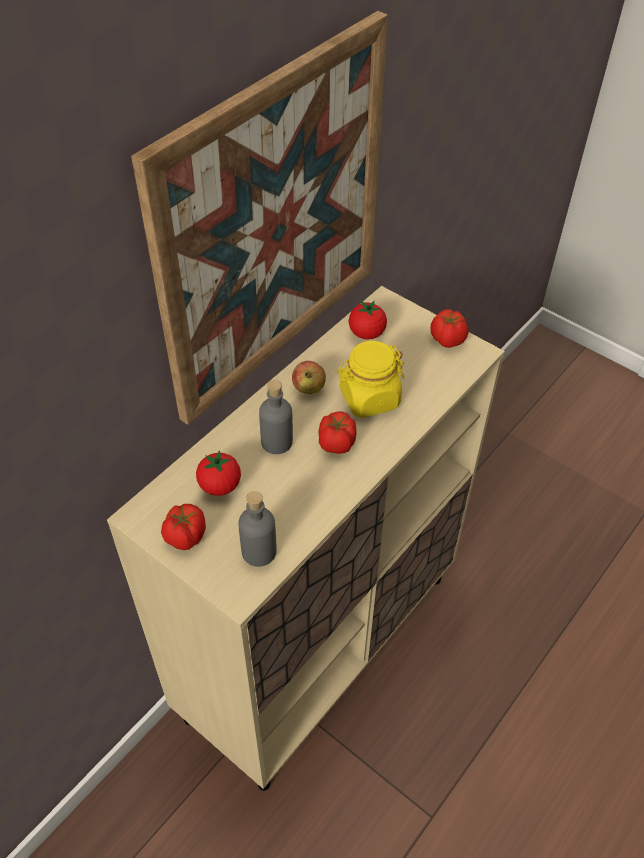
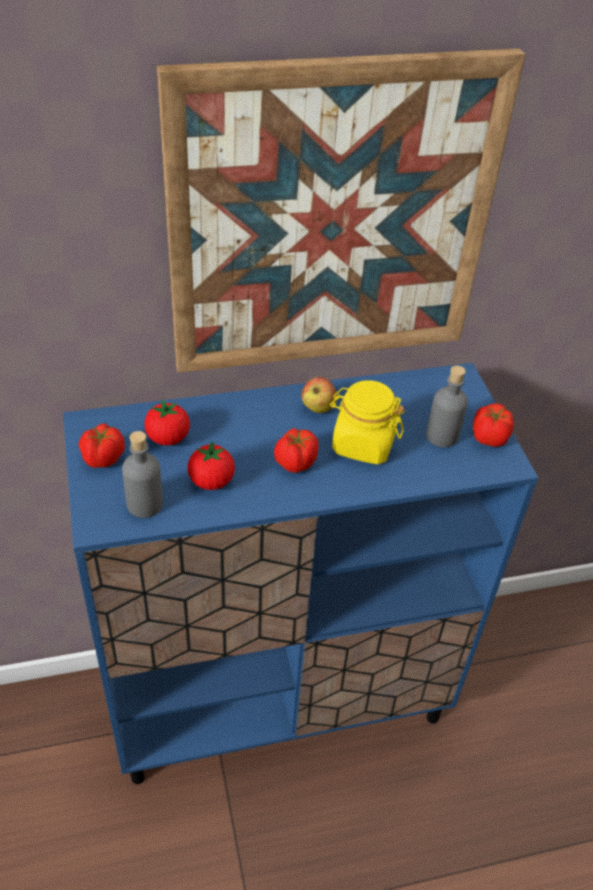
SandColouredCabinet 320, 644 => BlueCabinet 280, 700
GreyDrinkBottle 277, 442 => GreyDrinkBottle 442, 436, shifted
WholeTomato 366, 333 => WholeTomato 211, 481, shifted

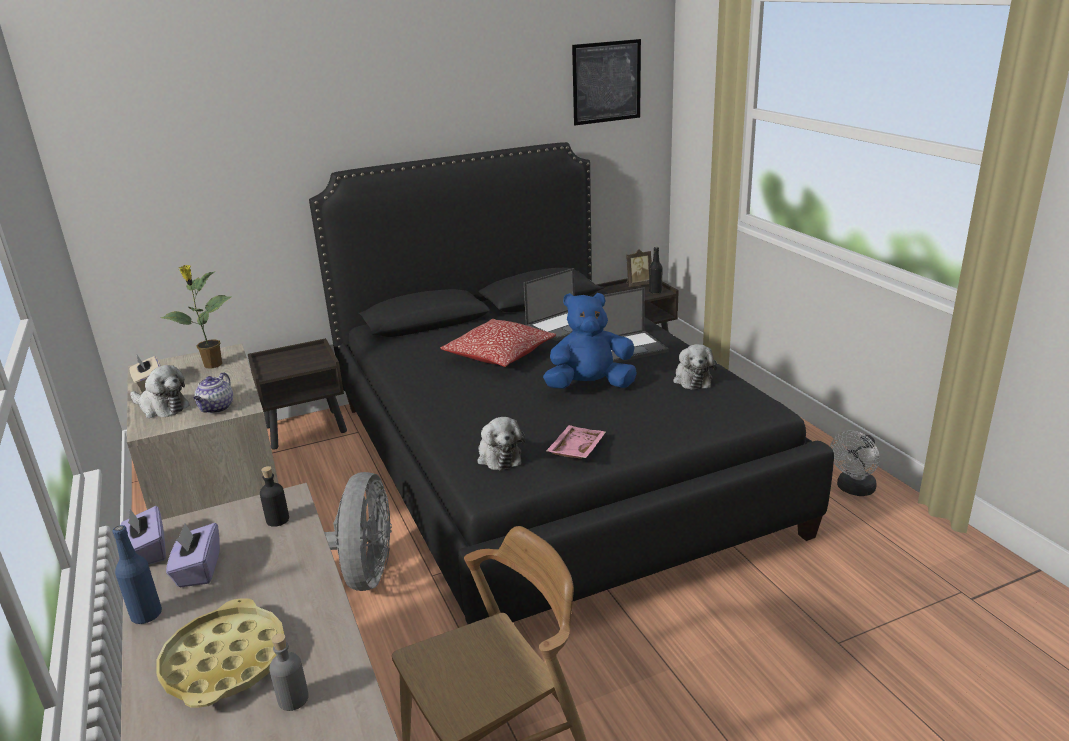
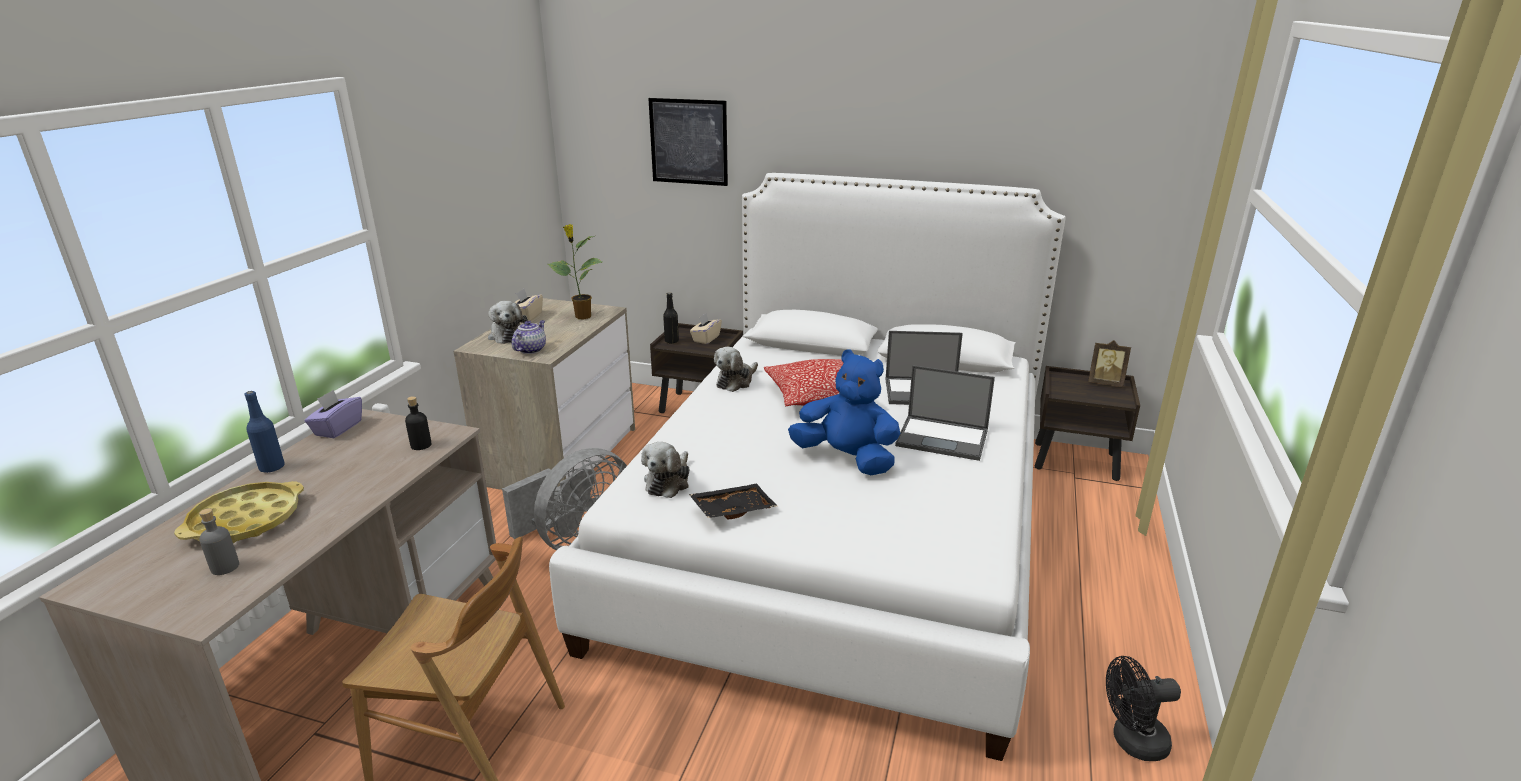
PurpleColouredBoxOfTissues 198, 570 => nothing
TeaPot 216, 408 => TeaPot 531, 349, 150 degrees clockwise
BlackishBedroomBed 546, 463 => WhiteColouredBedroomBed 838, 527
PinkCarryingTray 575, 450 => BlackishCarryingTray 732, 509
Picture 606, 82 => Picture 688, 142, shifted
BlackishDrinkBottle 655, 292 => BlackishDrinkBottle 671, 341, shifted
CuddlyToy 692, 379 => CuddlyToy 736, 381, shifted
WhiteColouredElectricFan 853, 489 => BlackishElectricFan 1131, 742
nothing => SandColouredBoxOfTissues 706, 339

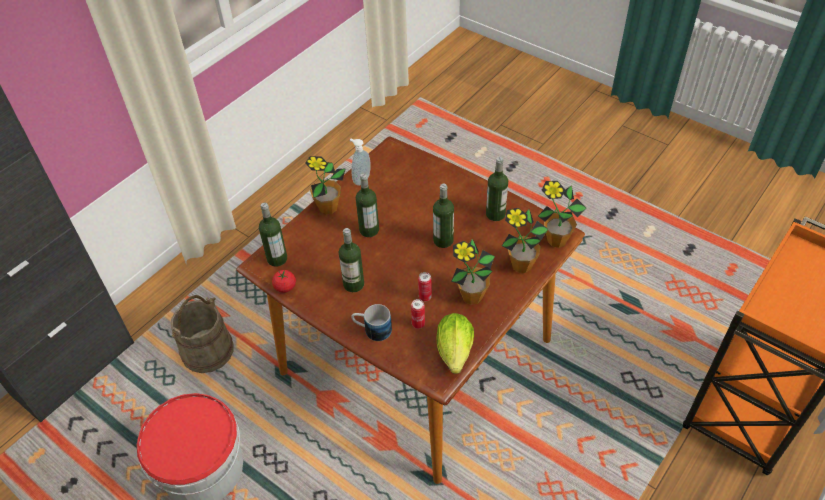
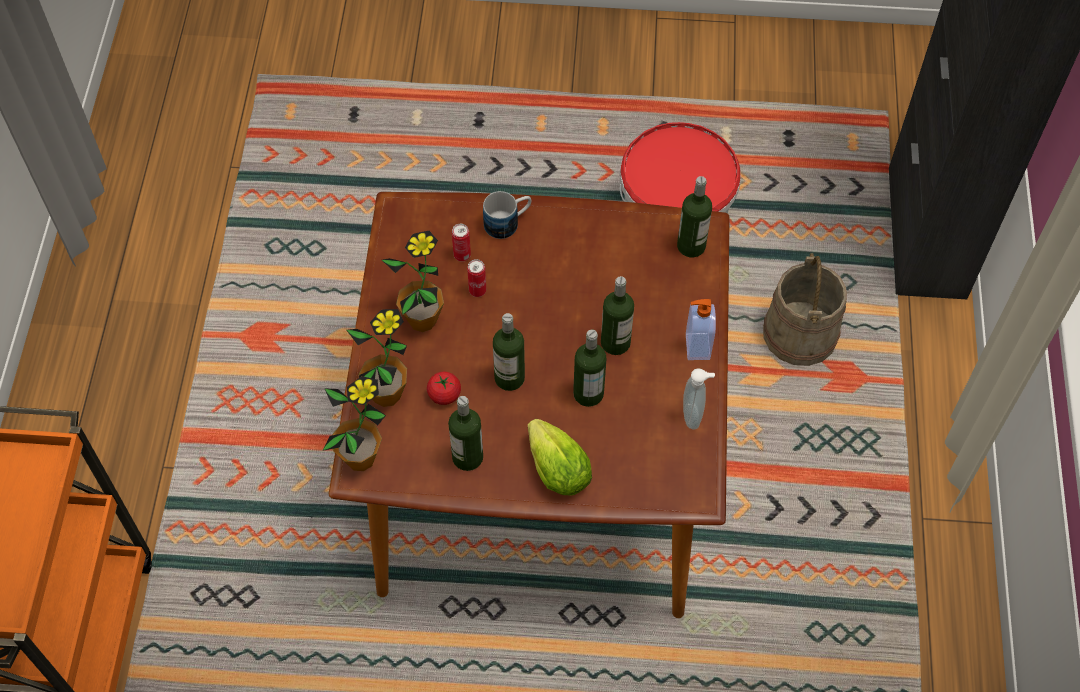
WholeTomato 285, 287 => WholeTomato 444, 395, shifted
PottedPlant 328, 208 => SoapDispenser 696, 346
DrinkBottle 353, 284 => DrinkBottle 588, 393, shifted
Lettuce 455, 355 => Lettuce 555, 466, shifted

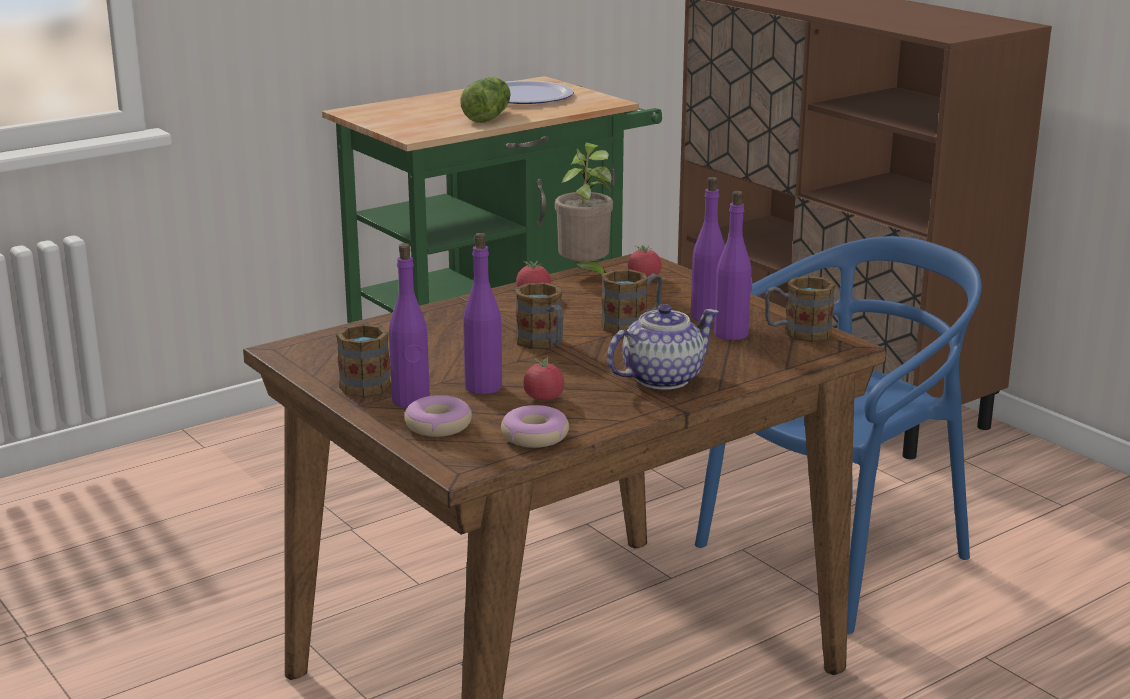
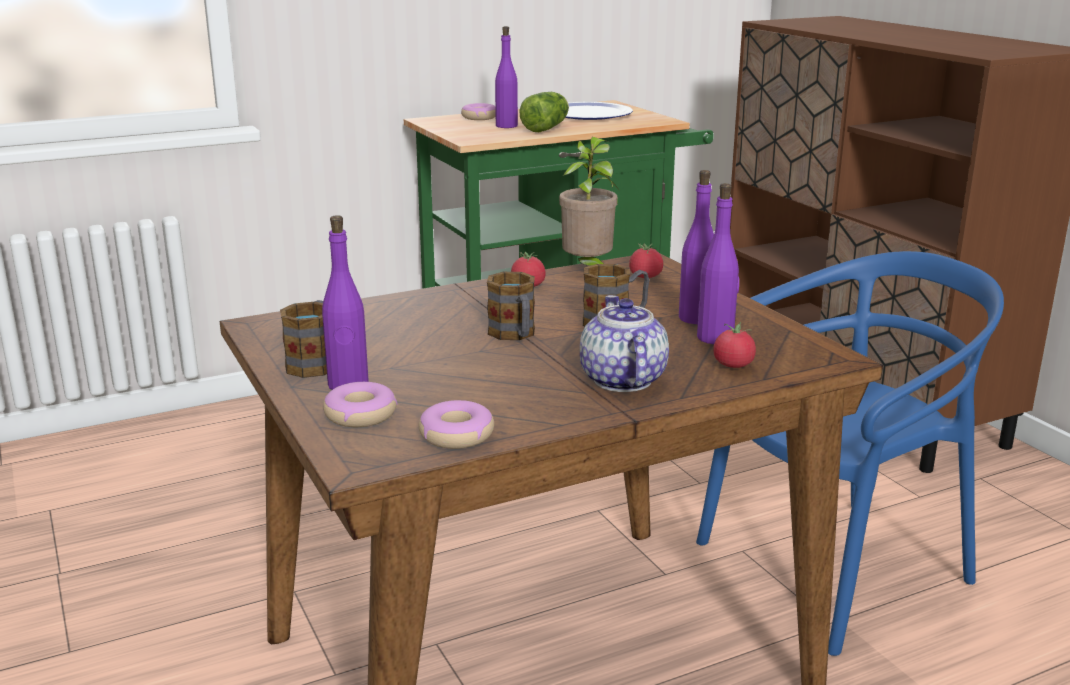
PurpleColouredDrinkBottle 483, 387 => PurpleColouredDrinkBottle 506, 126, shifted
WholeTomato 543, 398 => WholeTomato 733, 365, shifted
TeaPot 661, 379 => TeaPot 622, 380, 75 degrees counterclockwise
Mug 797, 333 => nothing
nothing => RingDoughnut 479, 117

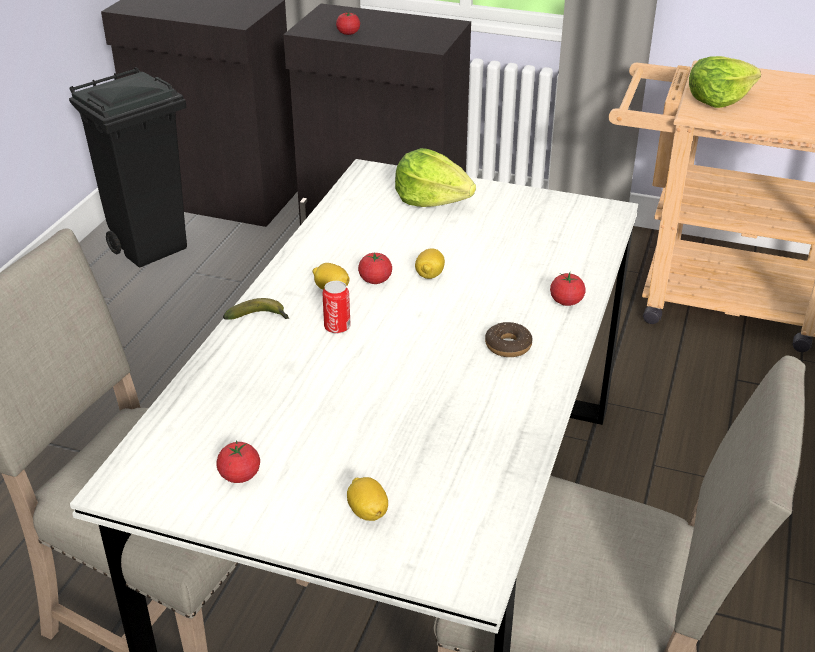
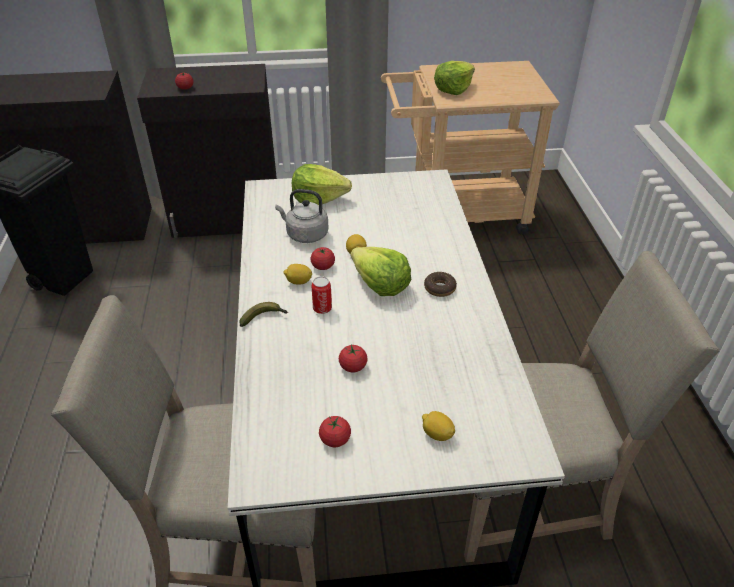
WholeTomato 566, 301 => WholeTomato 353, 366, shifted
nothing => GreyKettle 305, 234
nothing => Lettuce 380, 285

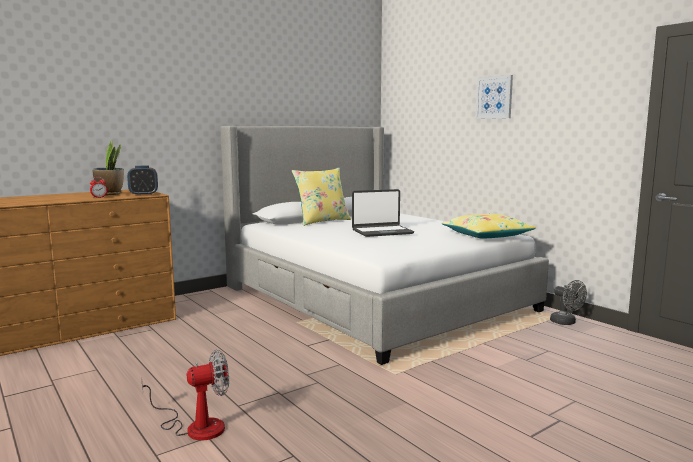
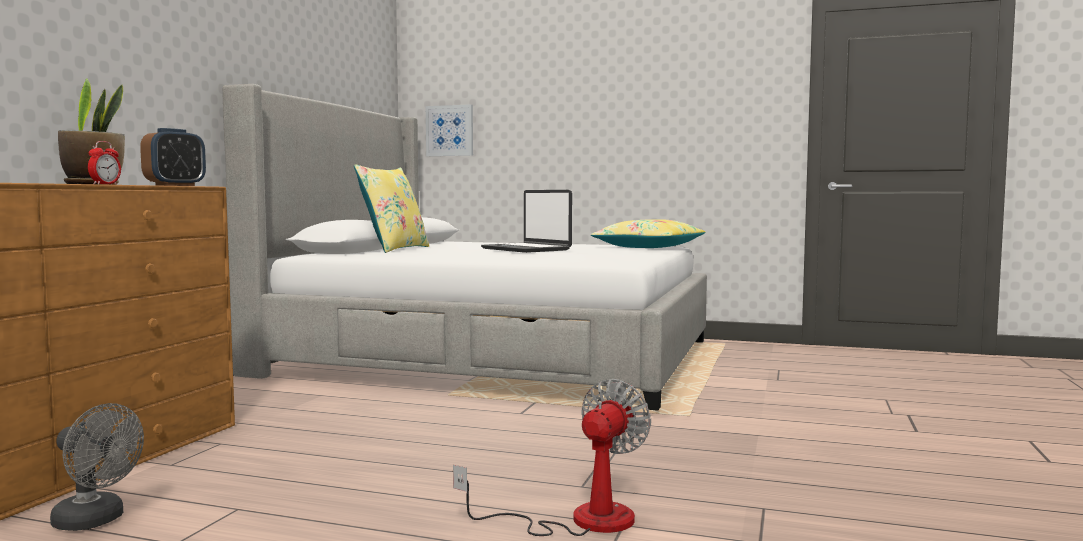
Laptop 382, 232 => Laptop 526, 249, 105 degrees clockwise
Picture 494, 97 => Picture 450, 130, shifted
GreyElectricFan 566, 322 => GreyElectricFan 96, 521, shifted

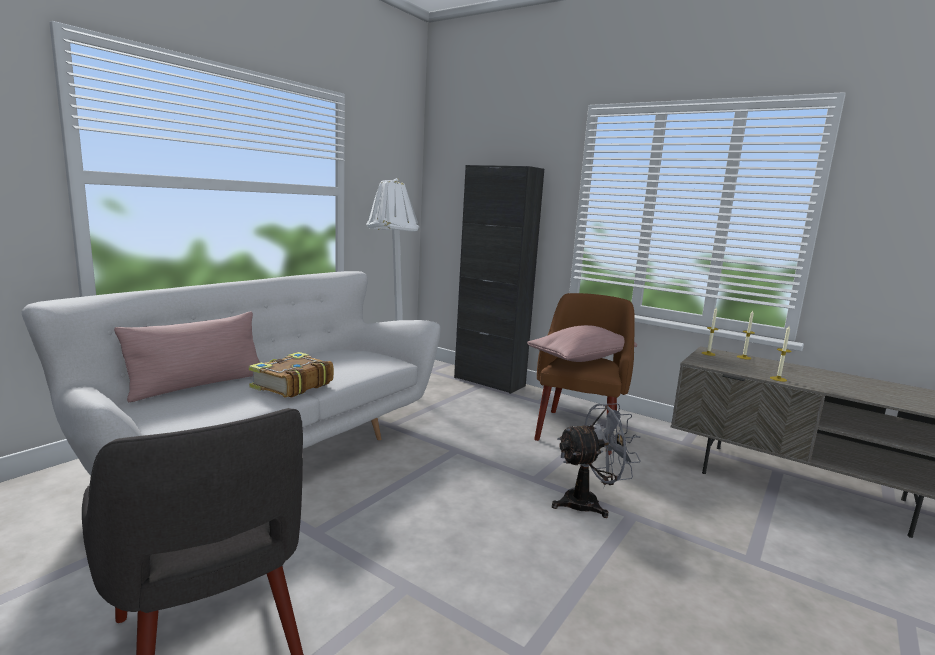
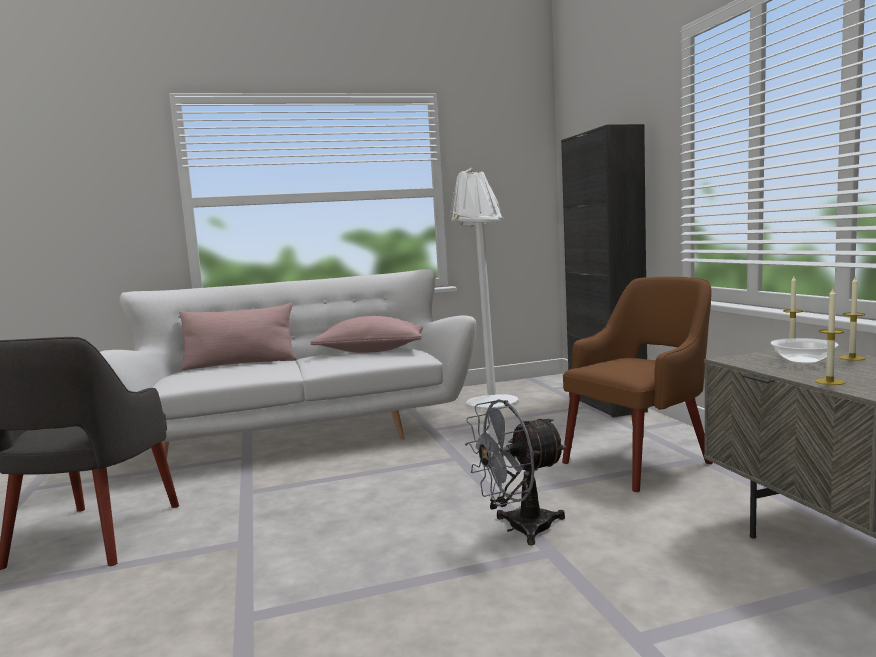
Book 291, 385 => nothing
PinkCushion 581, 359 => PinkCushion 371, 351, shifted
GreyElectricFan 589, 503 => GreyElectricFan 519, 529, 135 degrees clockwise
nothing => ServingBowl 803, 361

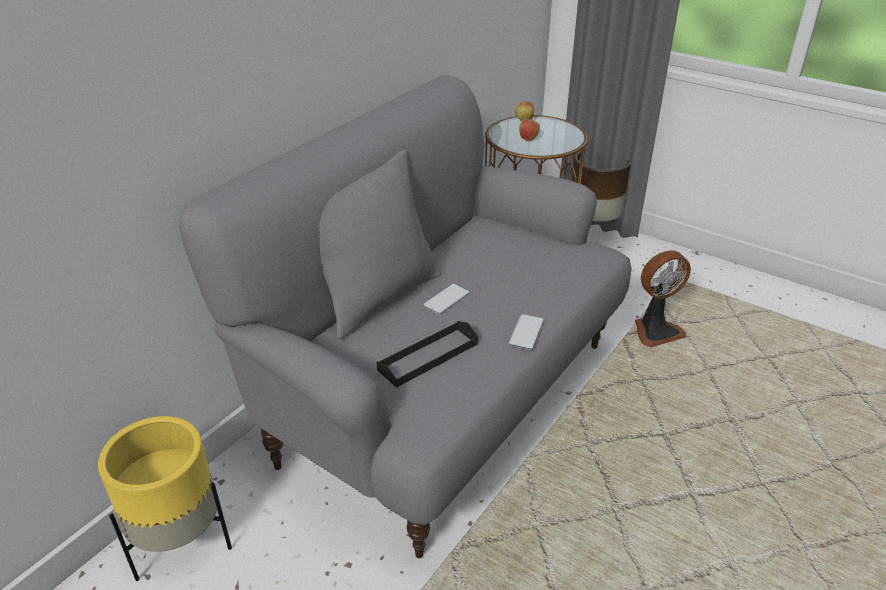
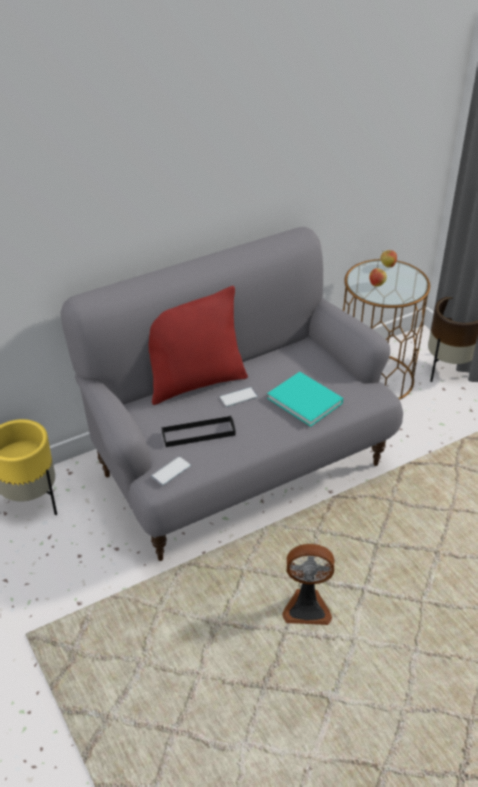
GreyCushion 378, 298 => ReddishCushion 195, 383
Handset 526, 332 => Handset 171, 471, shifted
ElectricFan 655, 331 => ElectricFan 307, 607, shifted
nothing => TurquoiseColouredBook 306, 402

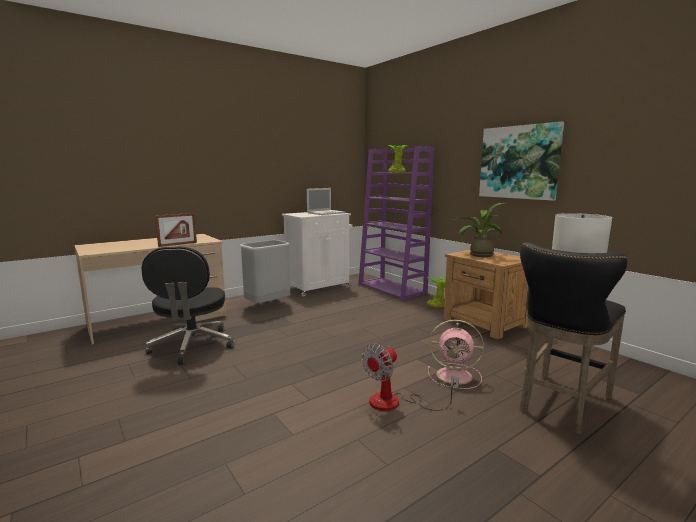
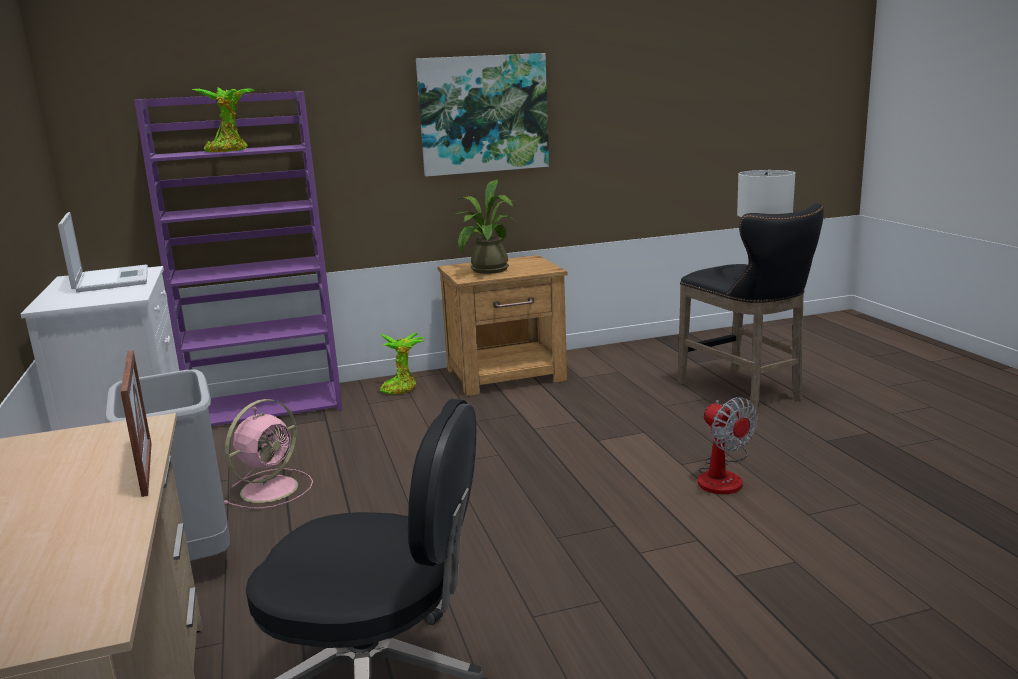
PinkElectricFan 456, 376 => PinkElectricFan 271, 488, shifted

